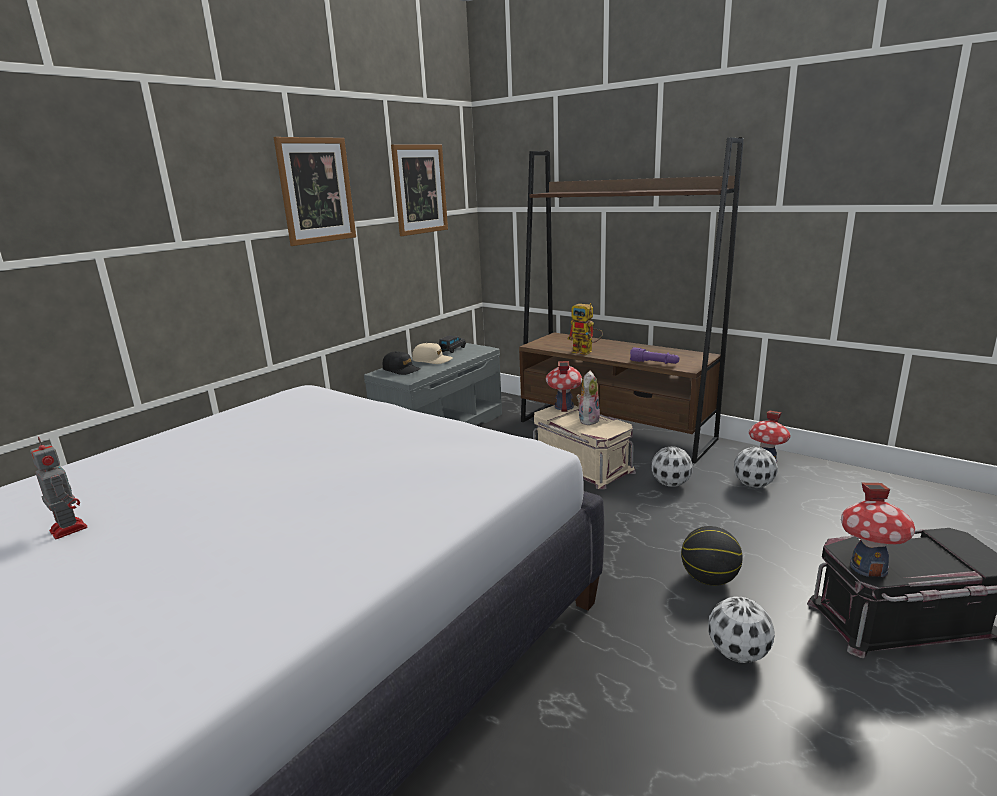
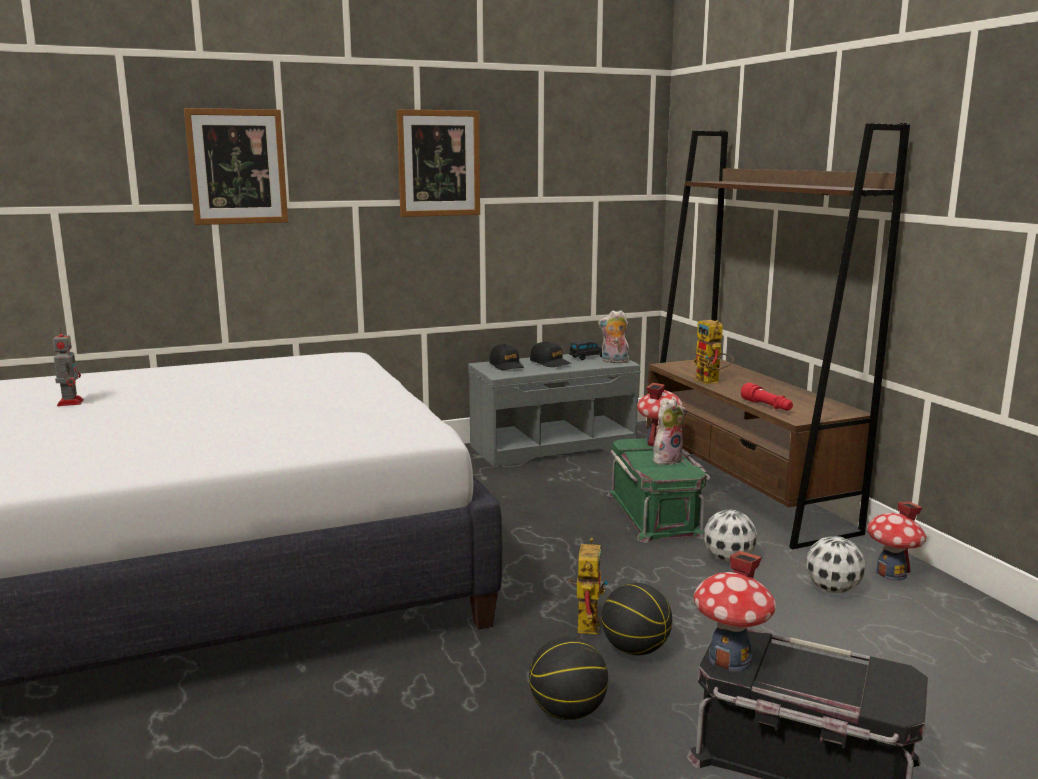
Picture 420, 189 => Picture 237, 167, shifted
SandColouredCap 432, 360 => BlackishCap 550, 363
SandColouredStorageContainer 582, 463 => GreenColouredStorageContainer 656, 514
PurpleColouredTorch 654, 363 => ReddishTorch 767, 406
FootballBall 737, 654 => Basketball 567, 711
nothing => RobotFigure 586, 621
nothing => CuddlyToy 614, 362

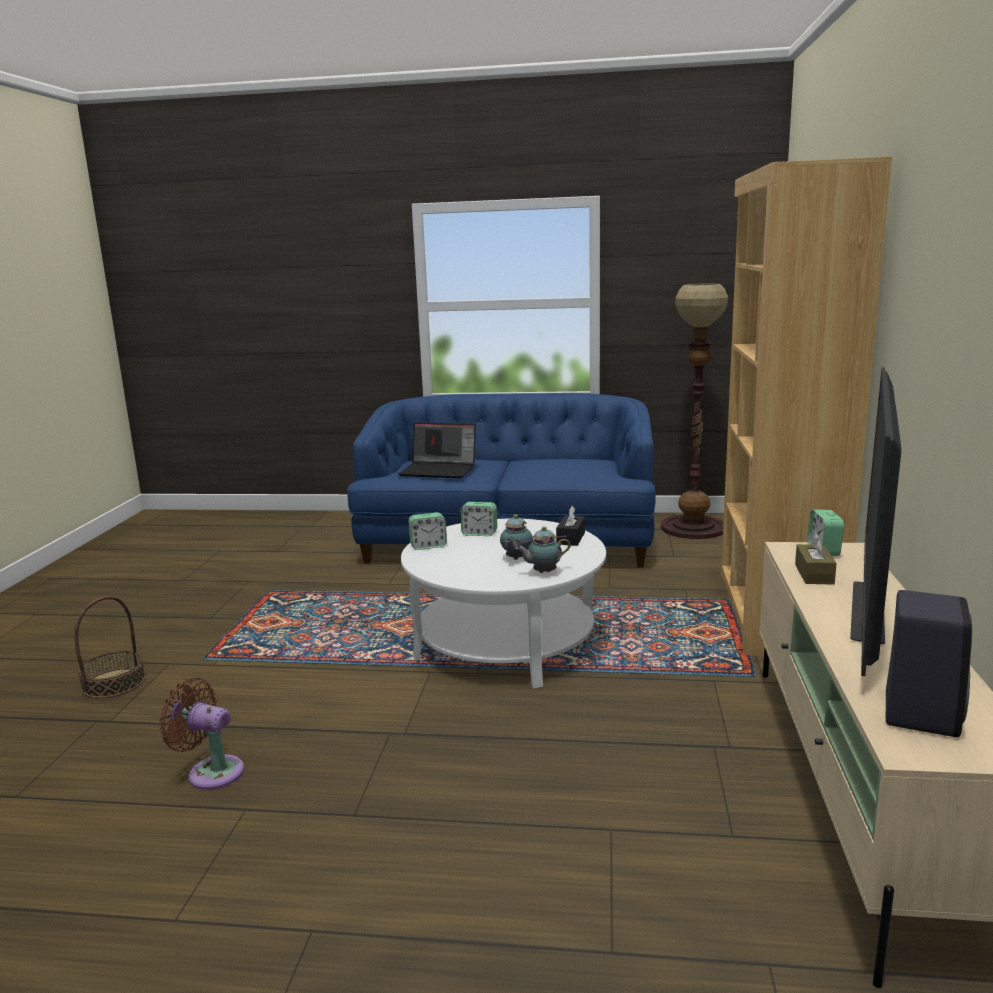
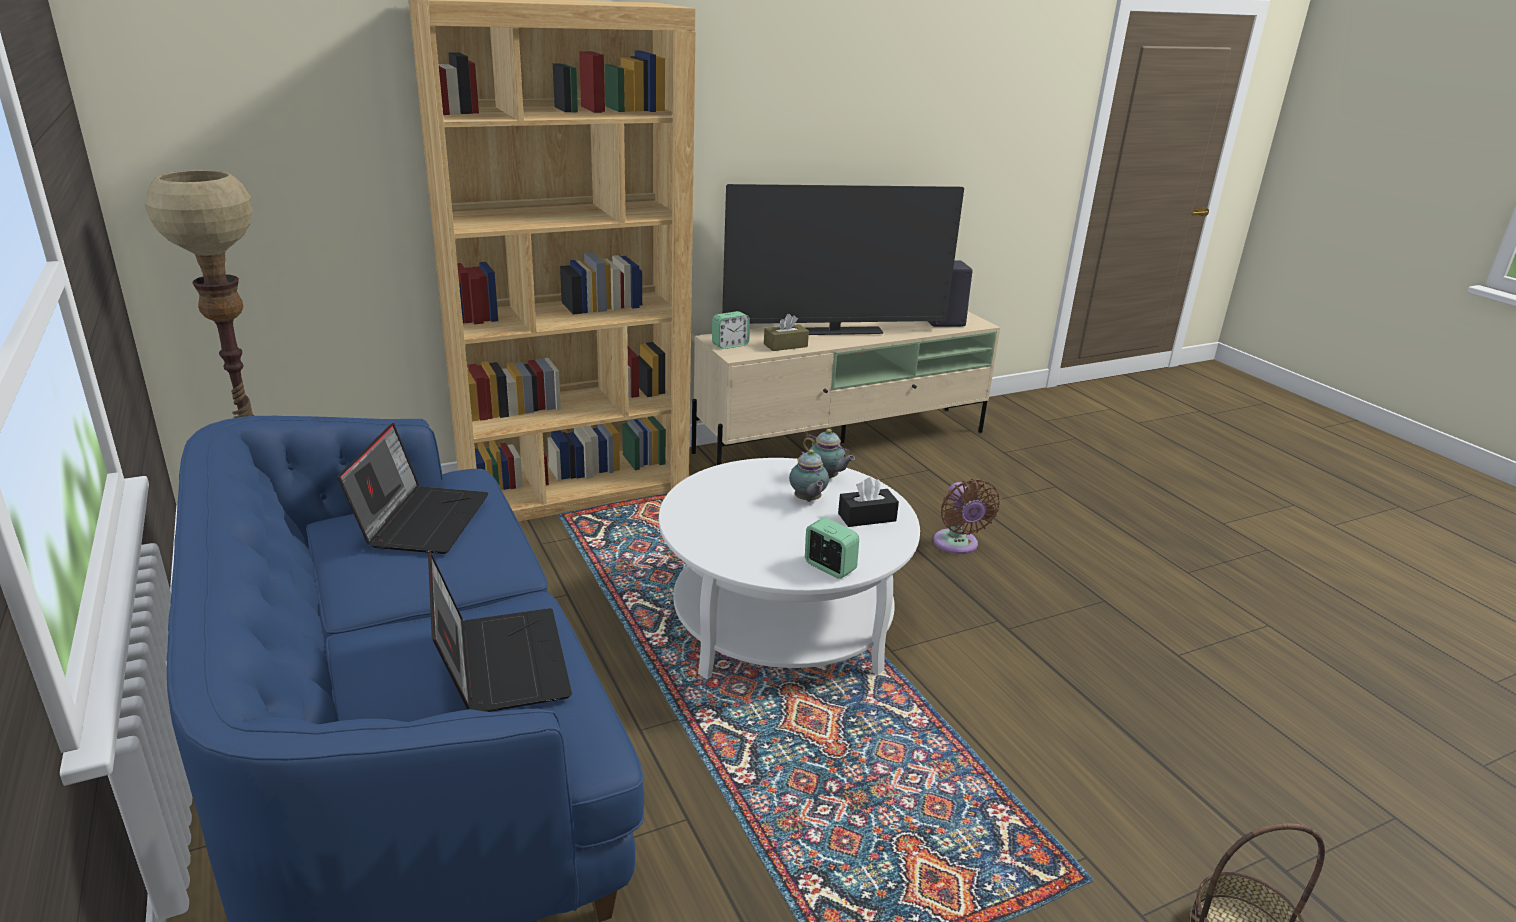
BrownElectricFan 211, 772 => BrownElectricFan 957, 545, shifted
BedsideClock 479, 533 => nothing
TeaPot 516, 559 => TeaPot 807, 500, 90 degrees clockwise
BlackishBoxOfTissues 570, 538 => BlackishBoxOfTissues 867, 517, shifted
nothing => Laptop 421, 519

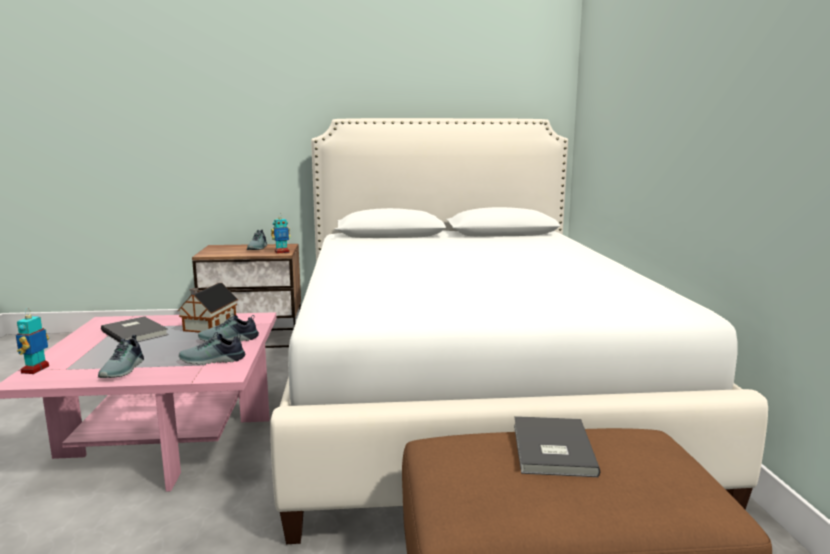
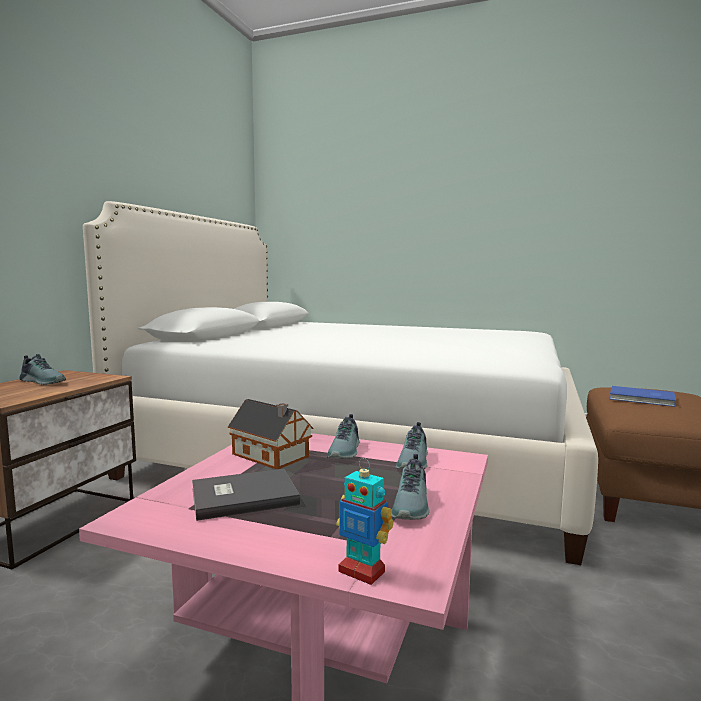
LowShoe 124, 369 => LowShoe 413, 505, 75 degrees clockwise
RobotFigure 281, 252 => nothing
GreyBook 550, 450 => BlueBook 642, 399

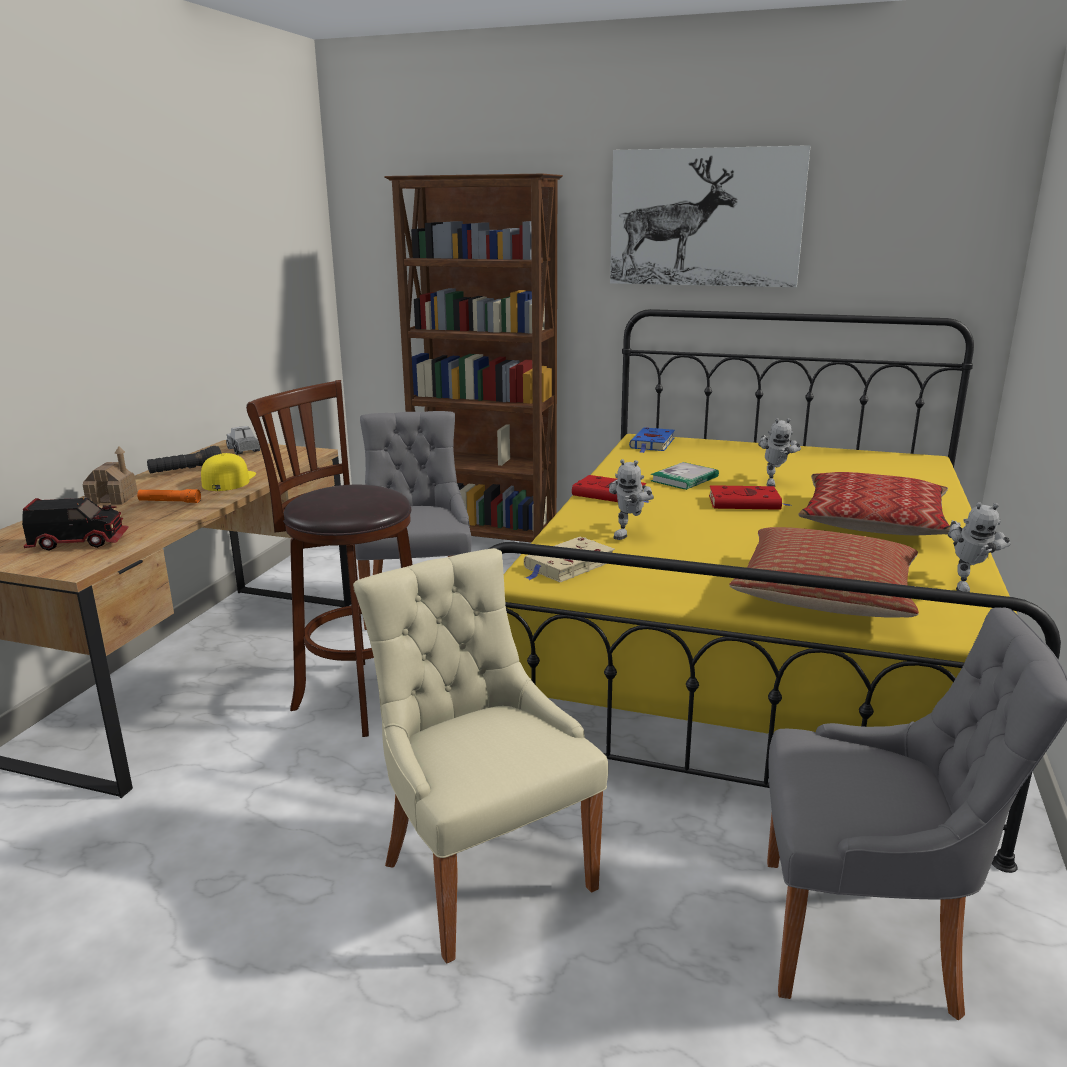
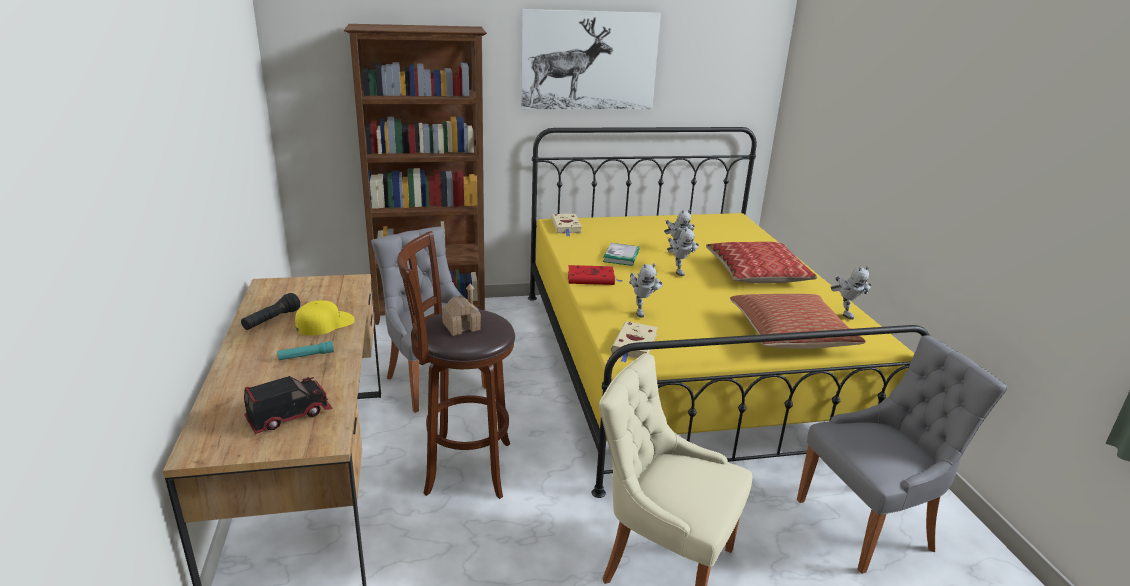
ModelHouse 113, 499 => ModelHouse 461, 326, shifted
OrangeTorch 169, 502 => TurquoiseColouredTorch 306, 356
YellowColouredCap 228, 480 => YellowColouredCap 325, 323, 75 degrees clockwise
ToyTruck 244, 450 => nothing
BlueBook 652, 444 => SandColouredBook 566, 227
ReddishBook 746, 503 => RobotFigure 678, 271

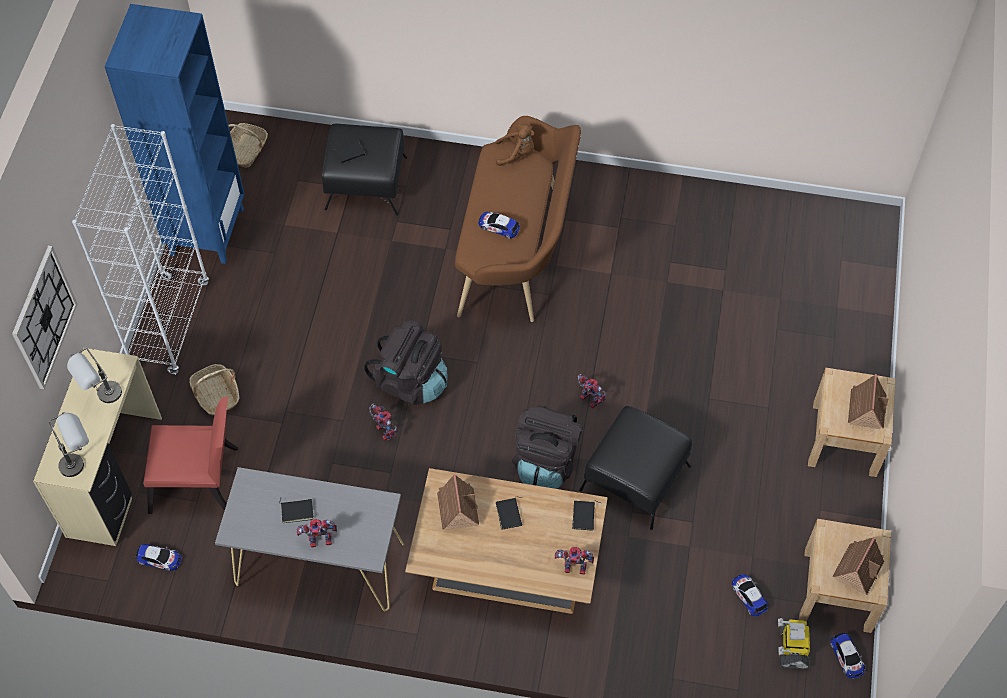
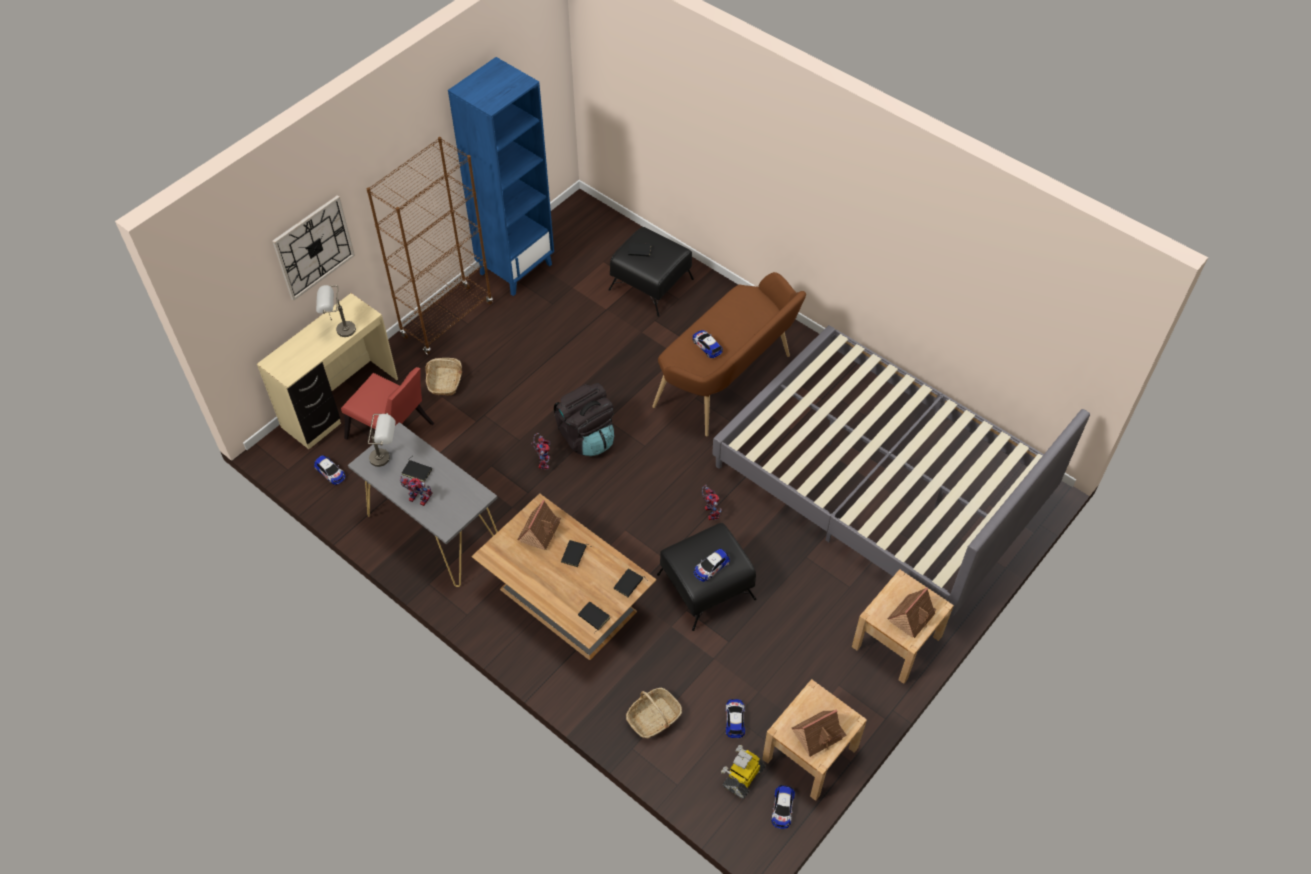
GreyTabletopLamp 79, 461 => GreyTabletopLamp 387, 458, shifted
WhiteColouredBookcase 170, 324 => BrownBookcase 447, 320
HouseholdBasket 246, 151 => HouseholdBasket 654, 718, shifted
BrownCuddlyToy 517, 154 => nothing
BlackishKnapsack 546, 462 => nothing
RobotFigure 572, 569 => BlackishBook 593, 617
nothing => MiniatureCar 711, 567
nothing => GreyBedroomBed 881, 482

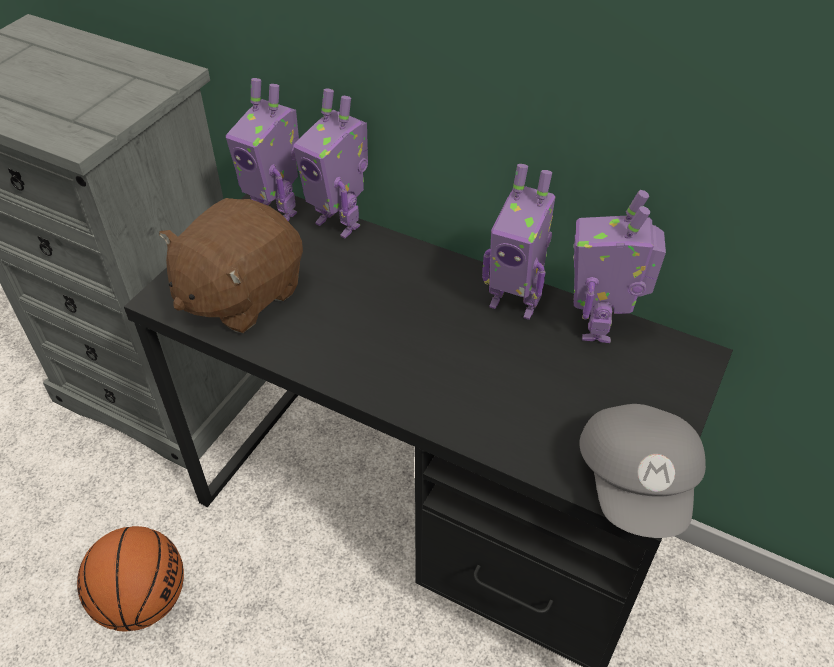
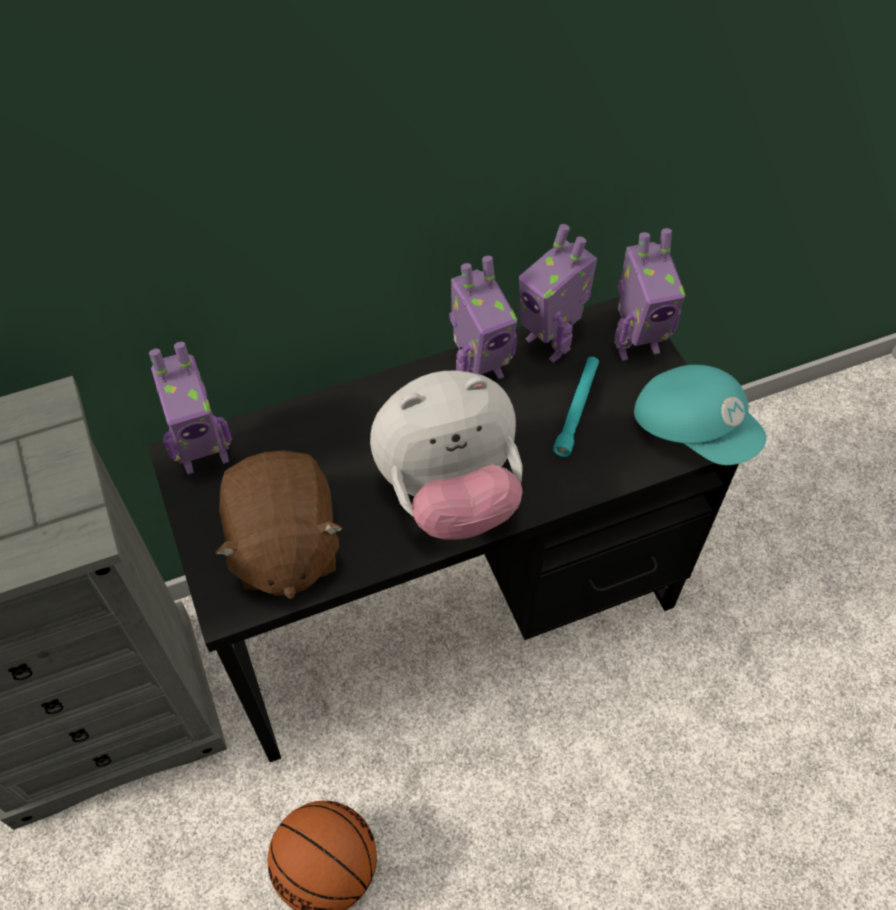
RobotFigure 339, 223 => RobotFigure 635, 345, shifted
GreyCap 638, 483 => TurquoiseColouredCap 694, 428
nothing => CuddlyToy 450, 493
nothing => TurquoiseColouredTorch 577, 409

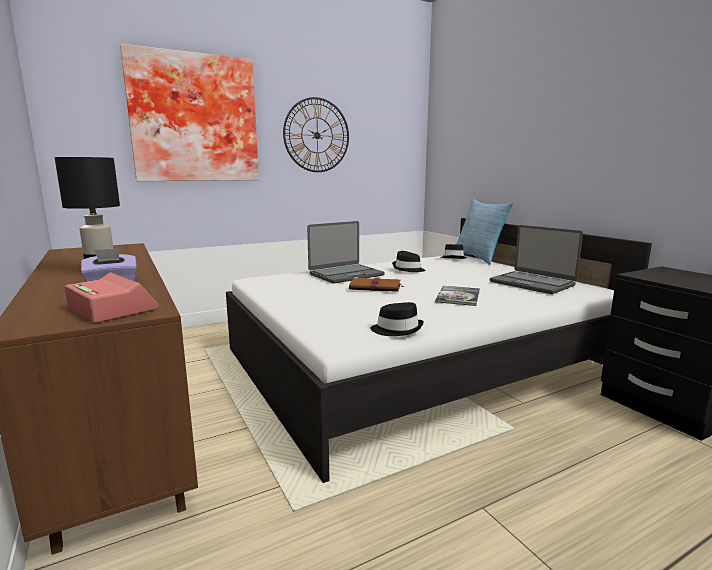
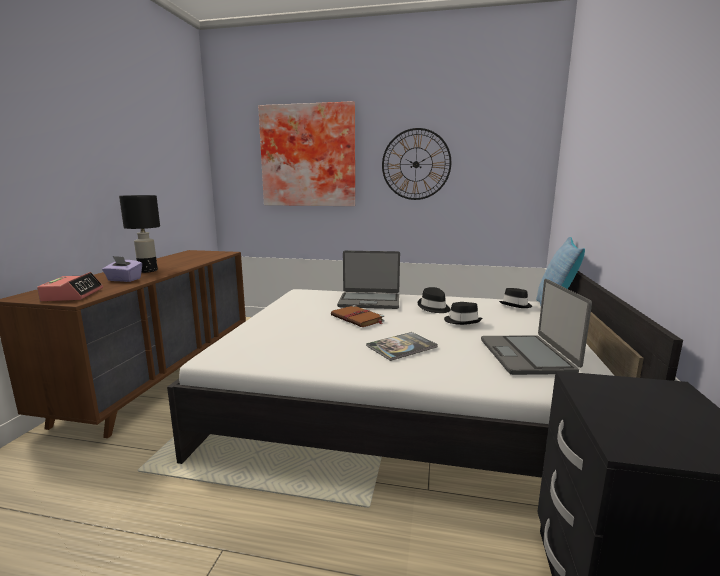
BlackishWearableHat 397, 329 => BlackishWearableHat 462, 321, shifted

